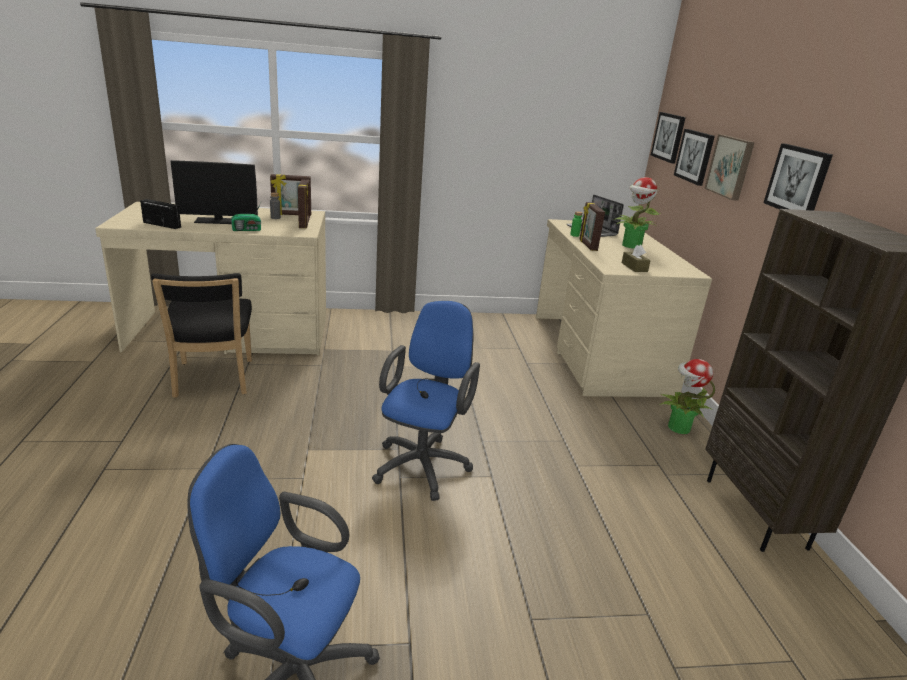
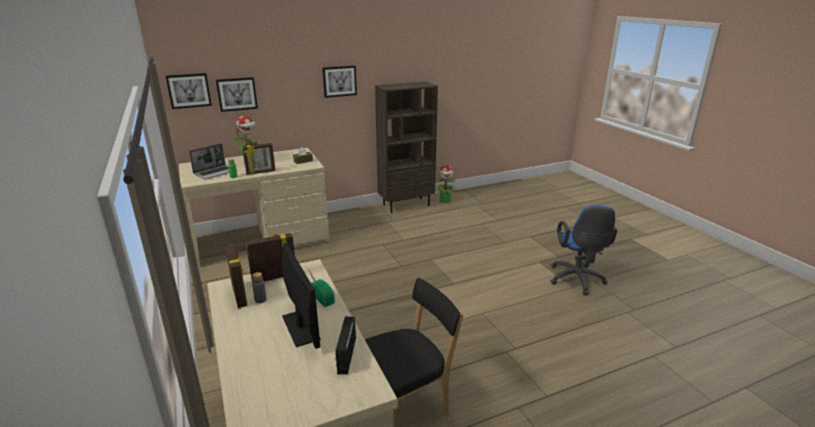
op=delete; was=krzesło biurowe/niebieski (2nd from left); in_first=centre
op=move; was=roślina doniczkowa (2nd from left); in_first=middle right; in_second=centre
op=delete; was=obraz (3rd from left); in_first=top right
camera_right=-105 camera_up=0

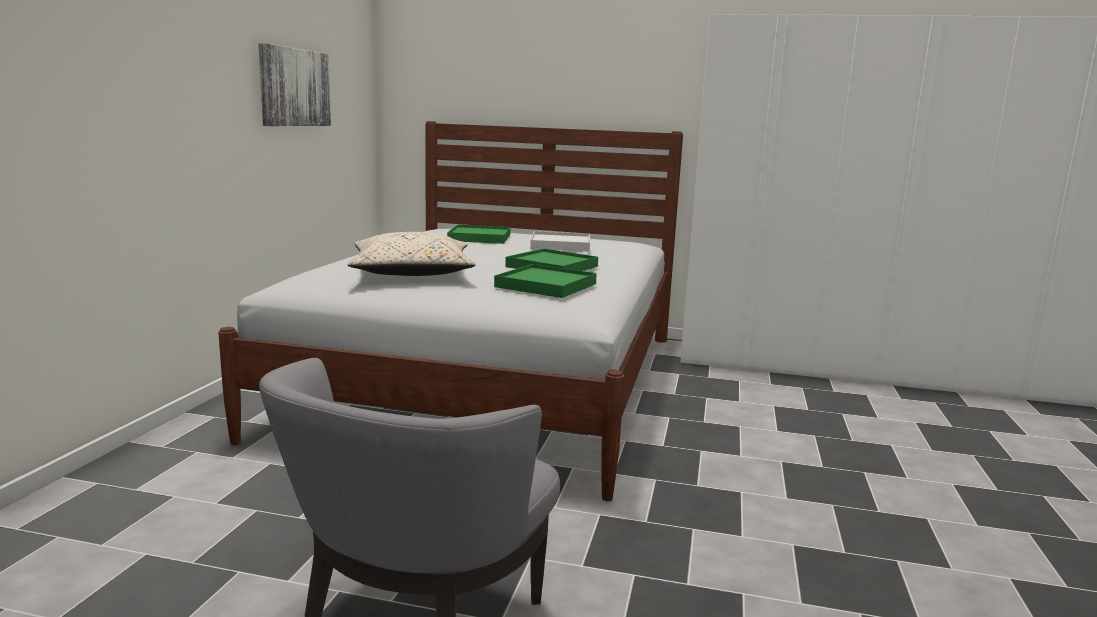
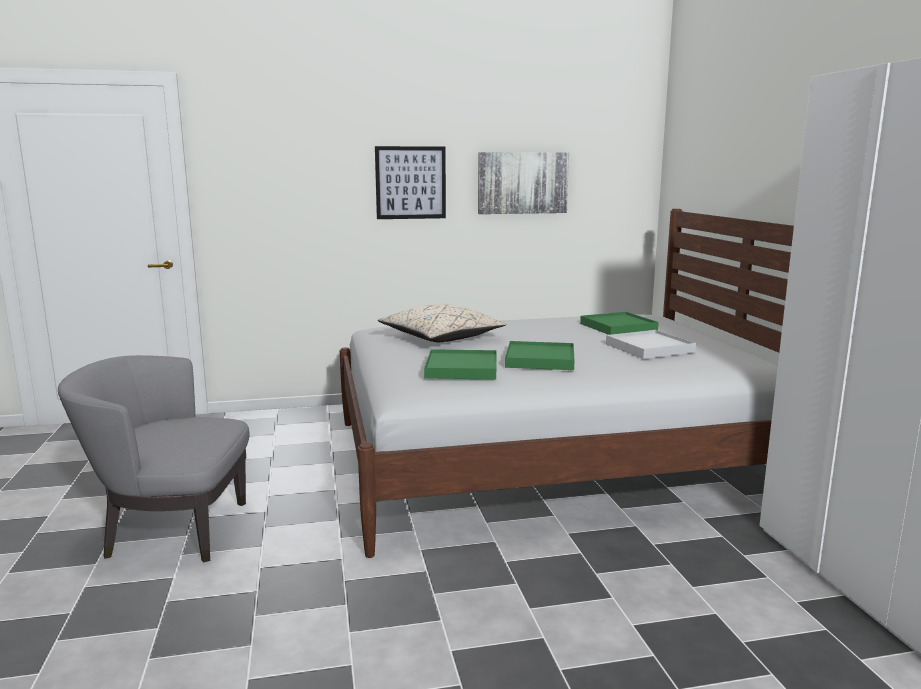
op=insert; now=obraz (1st from left); in_second=top centre
camera_right=65 camera_up=0

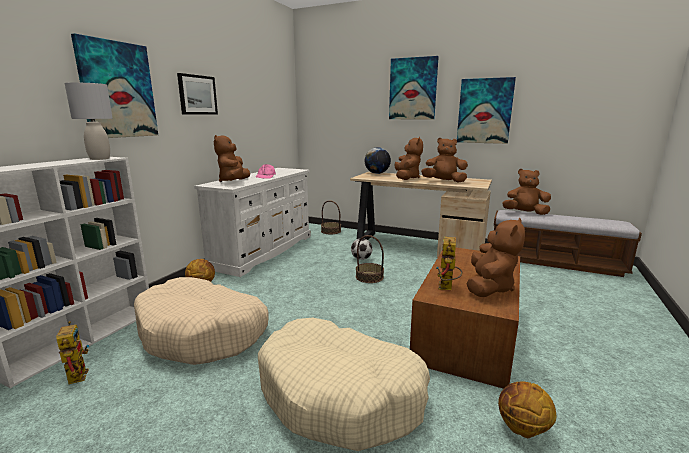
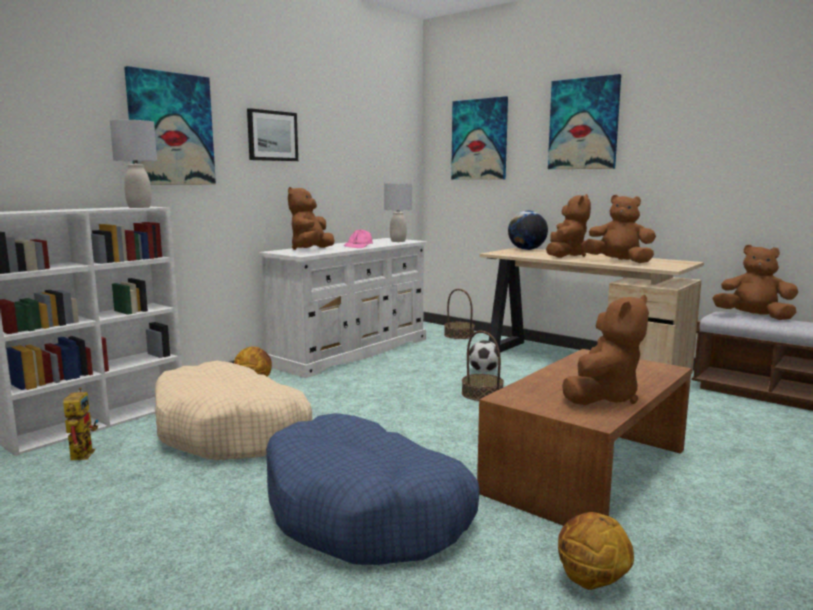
op=recolor; was=legowisko/beżowy (2nd from left); now=legowisko/niebieski; in_first=bottom centre; in_second=bottom centre
op=delete; was=robot zabawkowy (2nd from left); in_first=centre
op=move; was=obraz (4th from left in the first image); now=obraz (3rd from left); in_first=top right; in_second=top centre
op=insert; now=lampa stołowa/szary (2nd from left); in_second=centre
camera_right=15 camera_up=-5

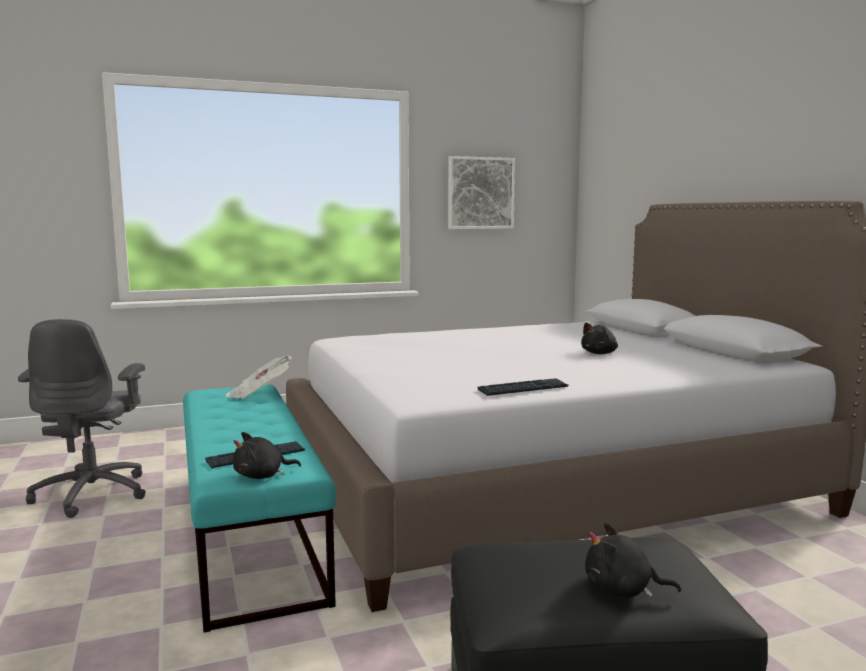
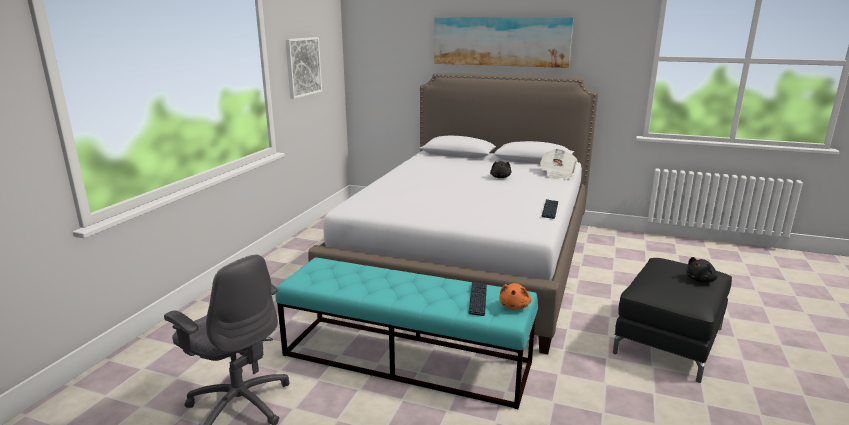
op=move; was=gazeta; in_first=middle left; in_second=centre
op=recolor; was=pluszak/czarny (1st from left); now=pluszak/pomarańczowy; in_first=bottom left; in_second=bottom centre
op=insert; now=obraz (2nd from left); in_second=top centre
camera_right=-50 camera_up=10

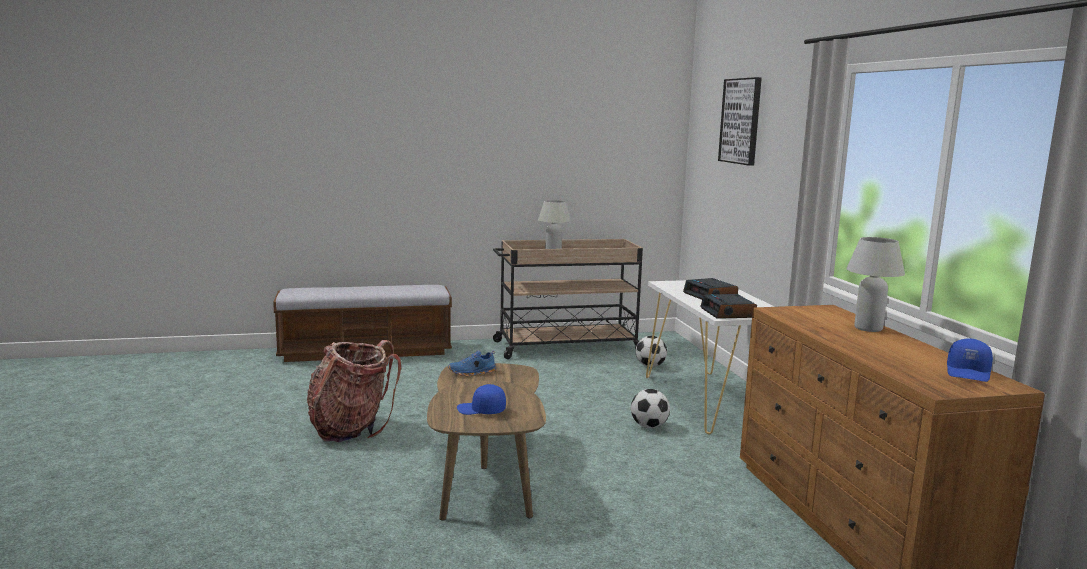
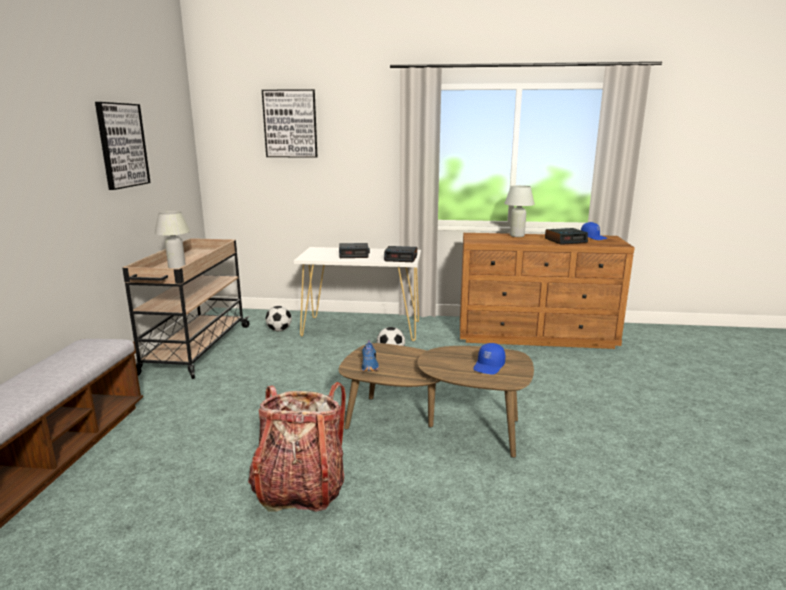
op=insert; now=obraz (1st from left); in_second=top left
op=insert; now=budzik (3rd from left); in_second=middle right
camera_right=-70 camera_up=5

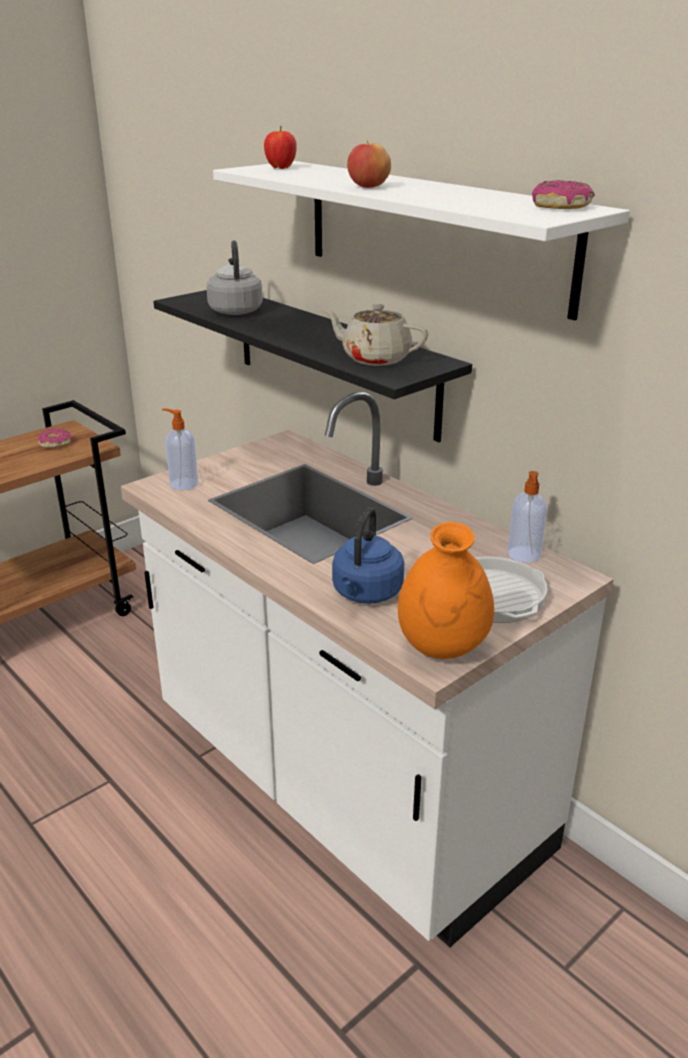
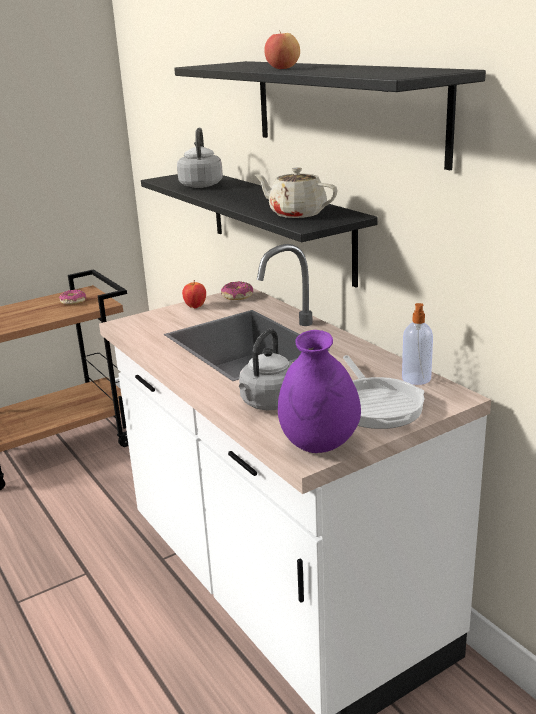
op=delete; was=dozownik mydła (1st from left); in_first=middle left
op=recolor; was=półka/biały; now=półka/czarny (2nd from left); in_first=top centre; in_second=top centre
op=move; was=jabłko (1st from left); in_first=top centre; in_second=centre
op=recolor; was=czajnik/niebieski; now=czajnik/szary (2nd from left); in_first=centre; in_second=centre
op=recolor; was=wazon/pomarańczowy; now=wazon/fioletowy; in_first=centre; in_second=centre
op=move; was=donut (2nd from left); in_first=top right; in_second=centre
camera_right=10 camera_up=-5

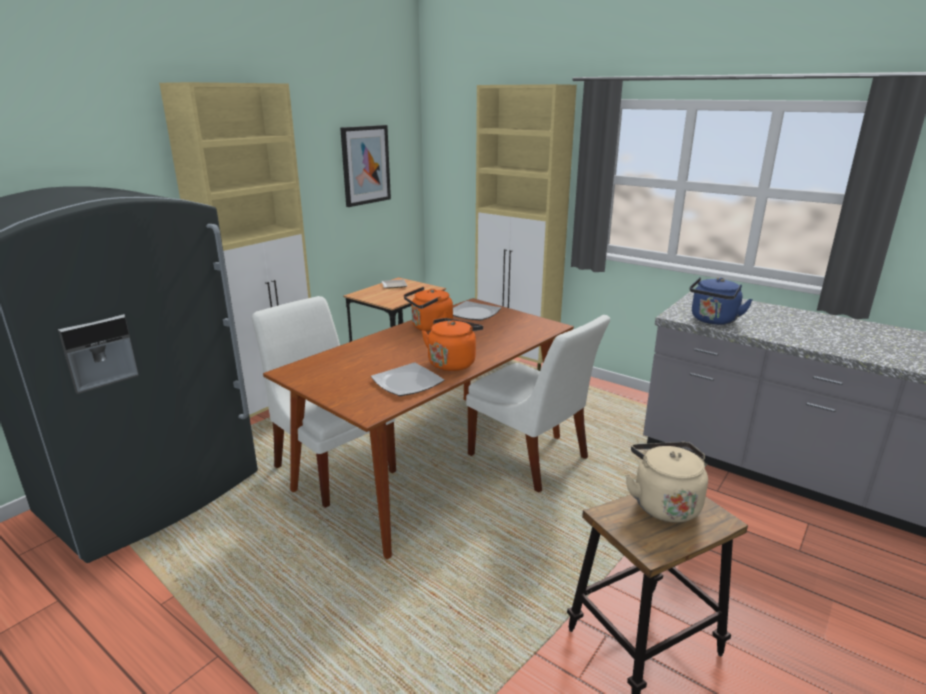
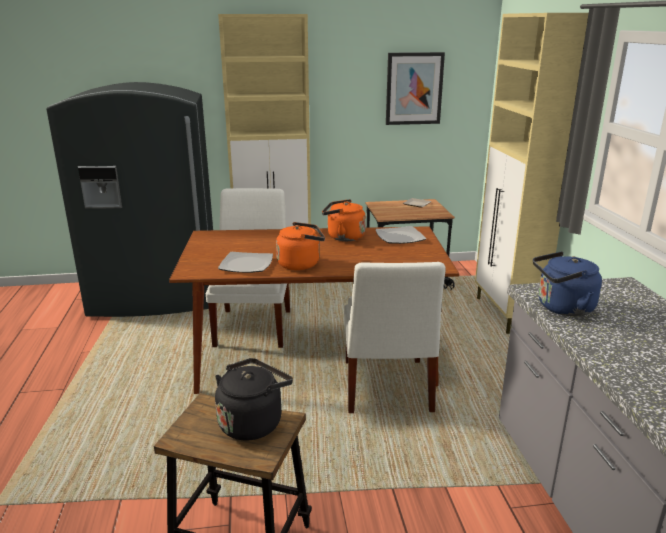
op=recolor; was=czajnik/beżowy; now=czajnik/czarny; in_first=bottom right; in_second=bottom centre
camera_right=45 camera_up=0

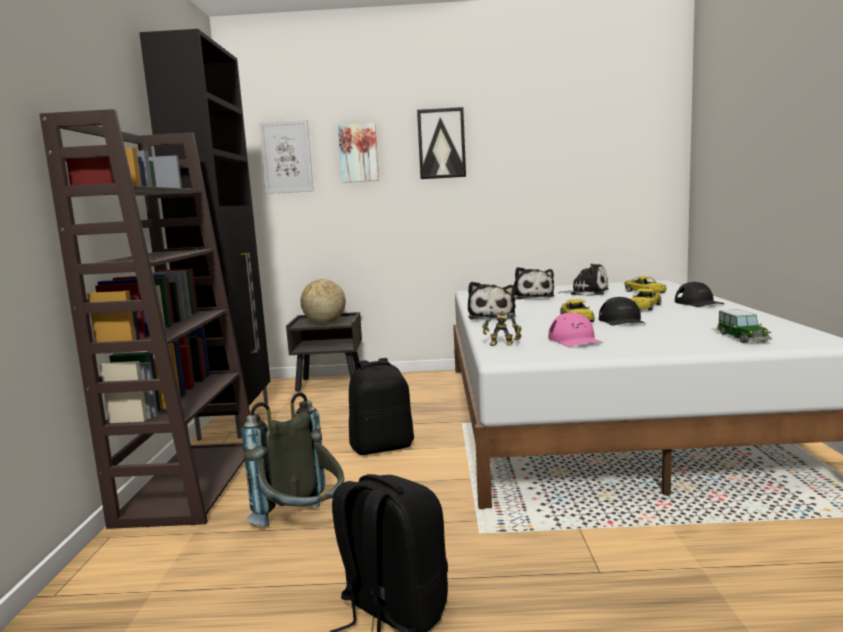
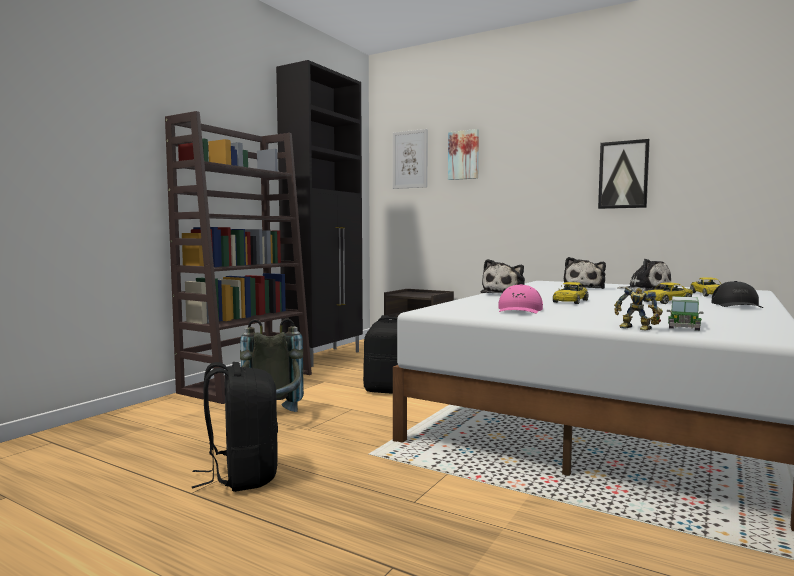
op=delete; was=globus; in_first=centre
op=move; was=obraz (3rd from left); in_first=top centre; in_second=top right
op=move; was=robot zabawkowy; in_first=centre; in_second=middle right
op=delete; was=czapka z daszkiem/czarny (1st from left); in_first=middle right
camera_right=30 camera_up=-5

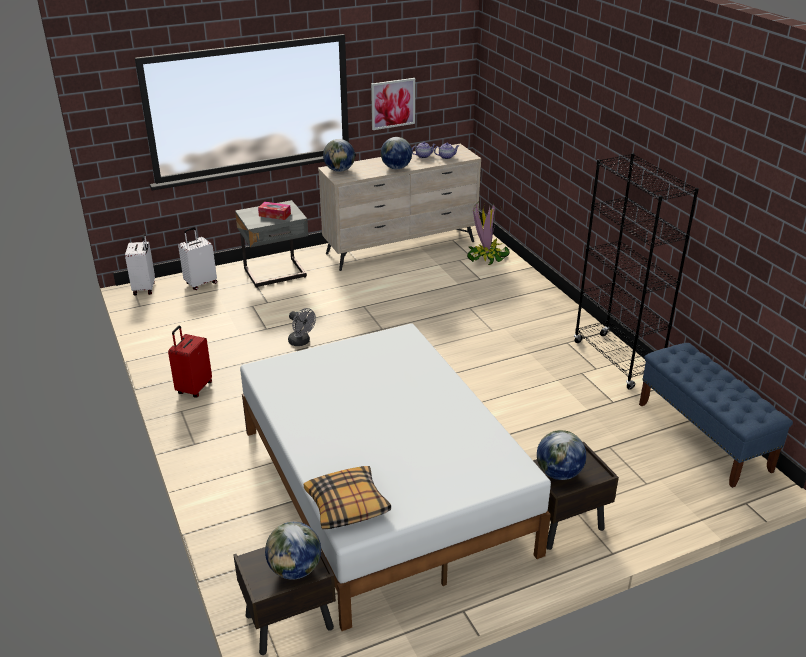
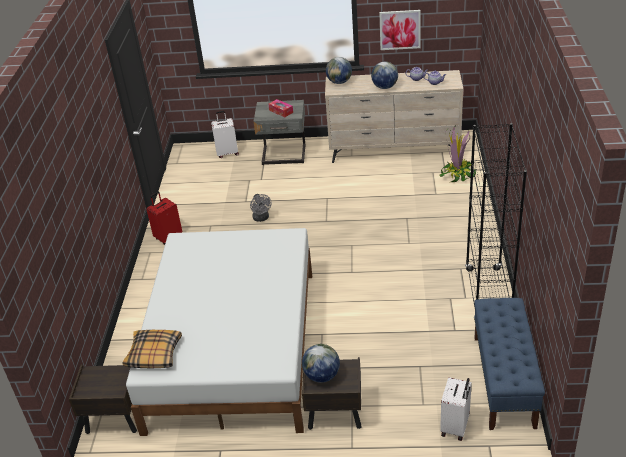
op=move; was=walizka/biały (1st from left in the first image); now=walizka/biały (2nd from left); in_first=middle left; in_second=bottom right
op=delete; was=globus (1st from left); in_first=bottom centre
camera_right=30 camera_up=5

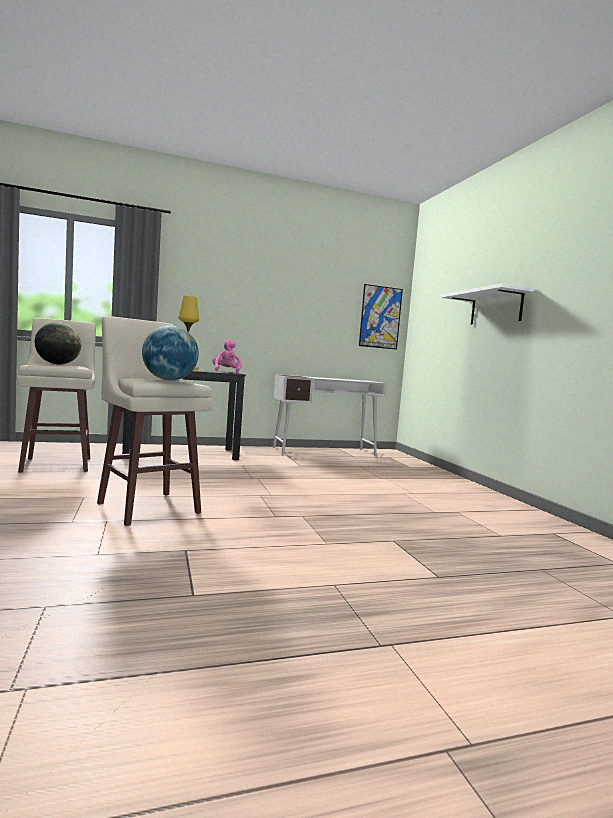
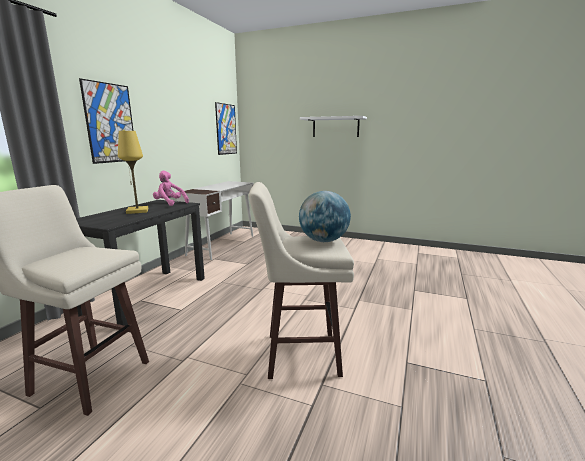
op=delete; was=globus (1st from left); in_first=middle left
op=insert; now=obraz (1st from left); in_second=top left
camera_right=-50 camera_up=10

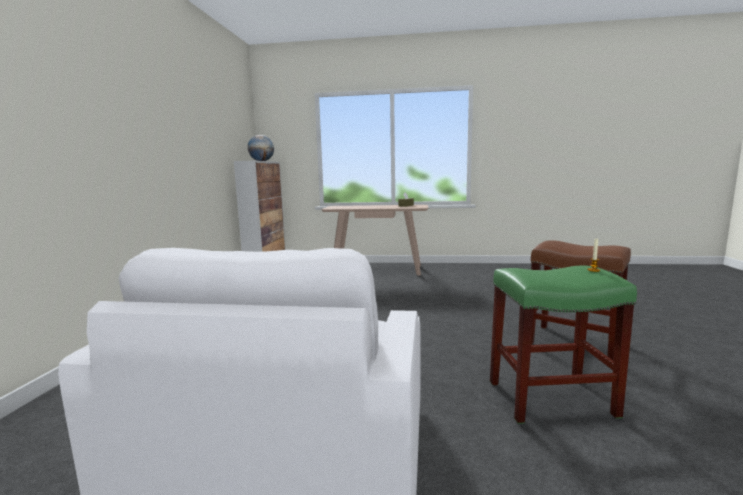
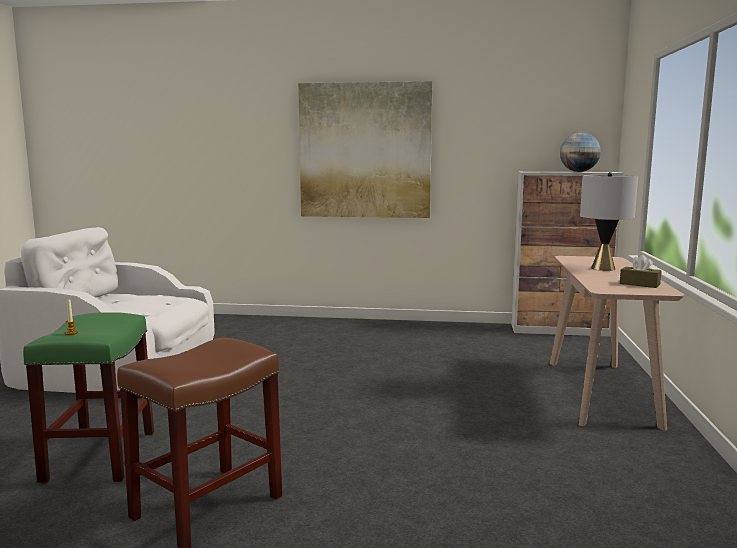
op=insert; now=obraz; in_second=top centre
op=insert; now=lampa stołowa/szary; in_second=middle right
camera_right=90 camera_up=0

